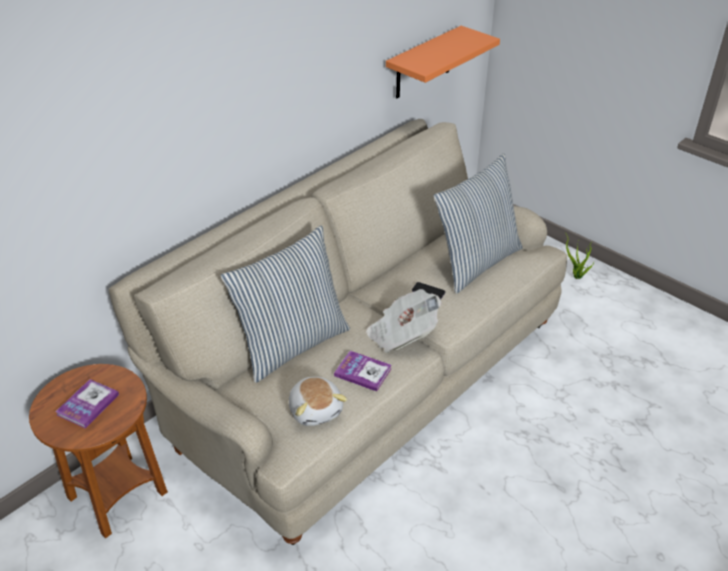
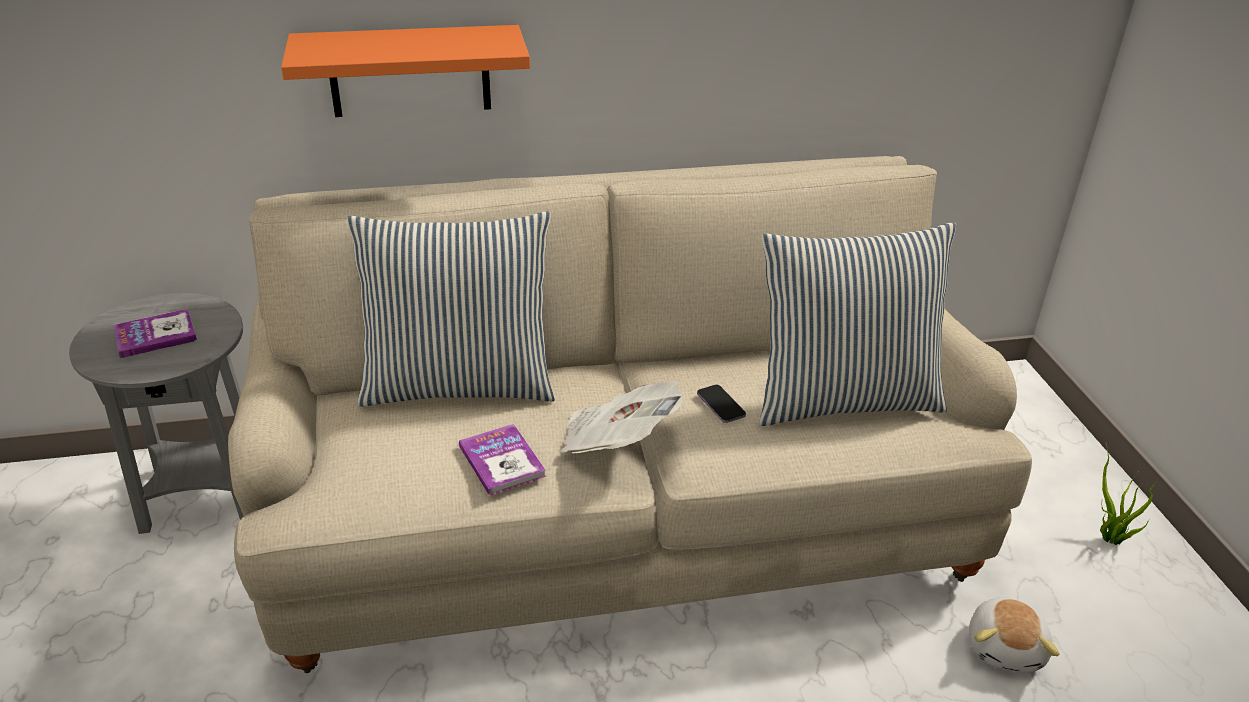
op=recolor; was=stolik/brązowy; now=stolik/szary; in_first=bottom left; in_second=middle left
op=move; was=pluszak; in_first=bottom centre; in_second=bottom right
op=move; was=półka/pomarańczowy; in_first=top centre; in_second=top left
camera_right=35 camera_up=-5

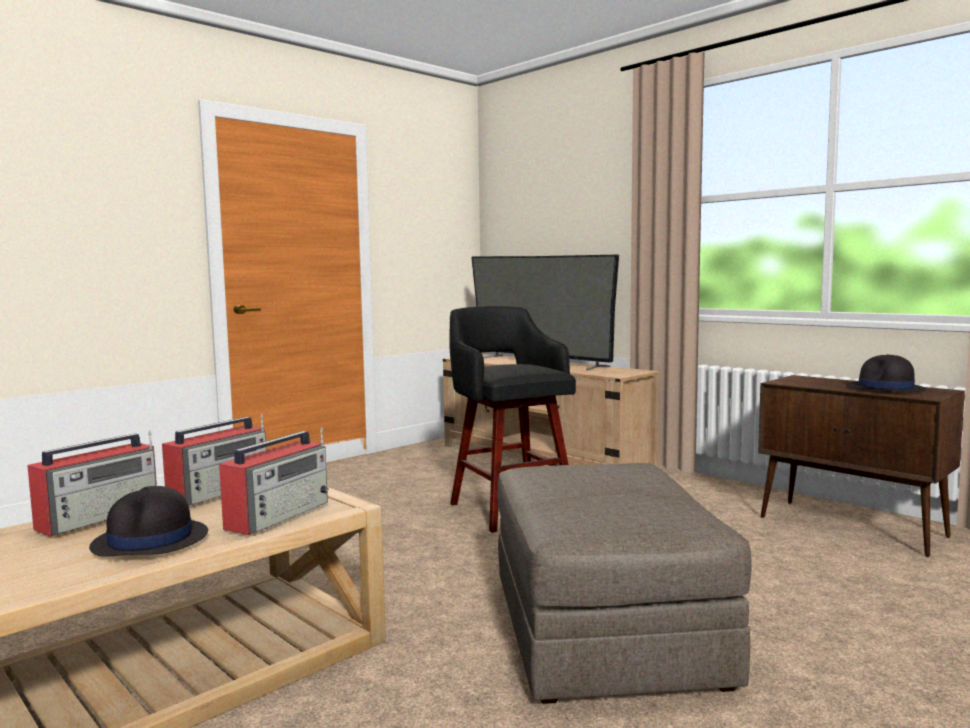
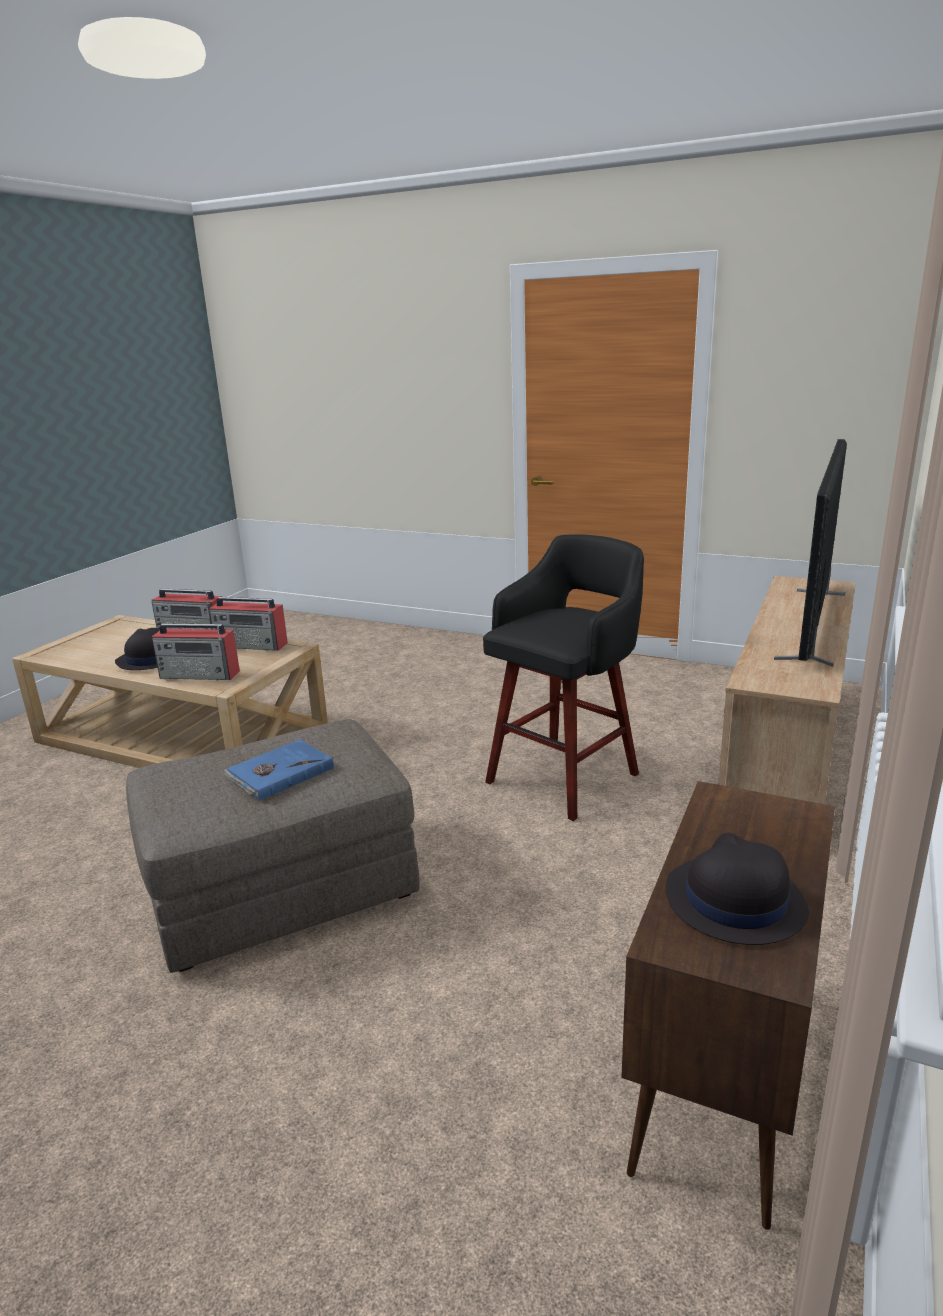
op=insert; now=książka/niebieski; in_second=middle left
camera_right=70 camera_up=15

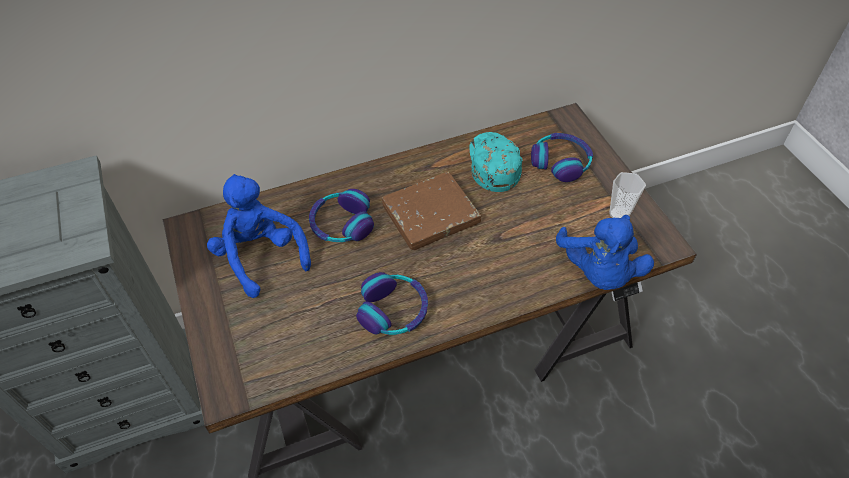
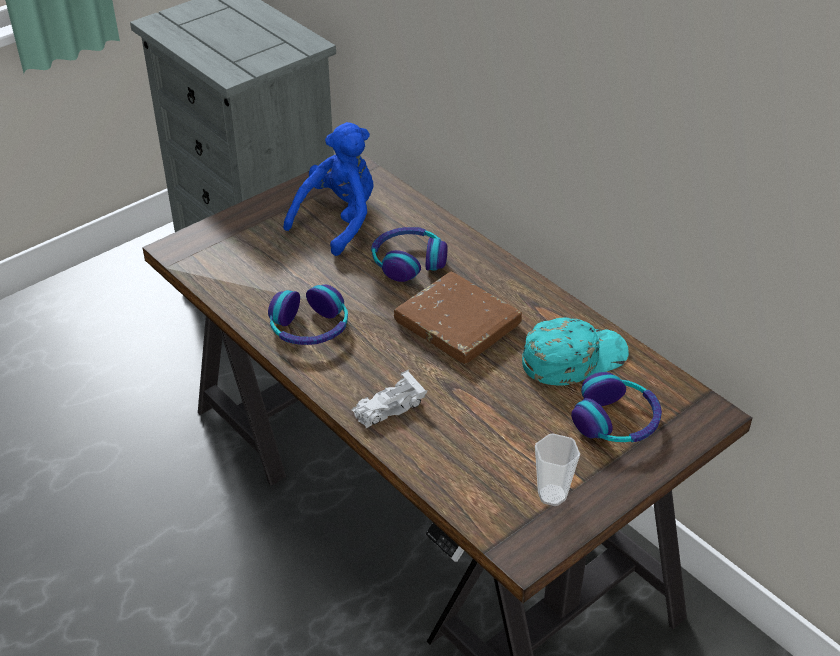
op=delete; was=pluszak/niebieski (2nd from left); in_first=middle right
op=insert; now=samochodzik/biały; in_second=centre
camera_right=70 camera_up=-10

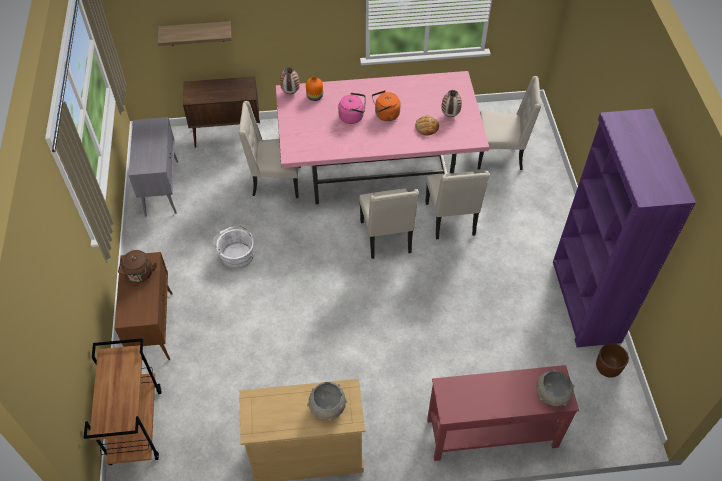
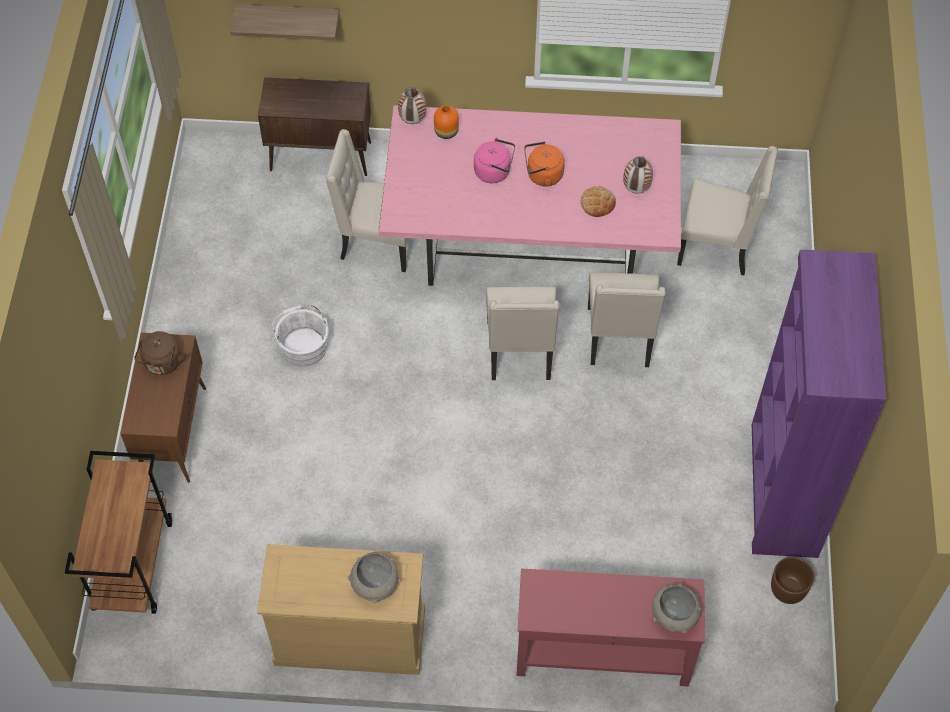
op=delete; was=szafka/szary; in_first=middle left
camera_right=10 camera_up=5

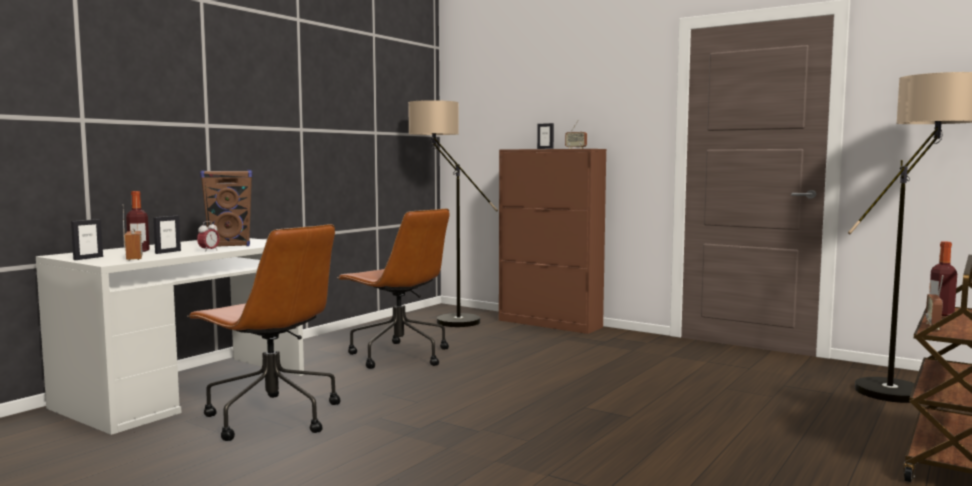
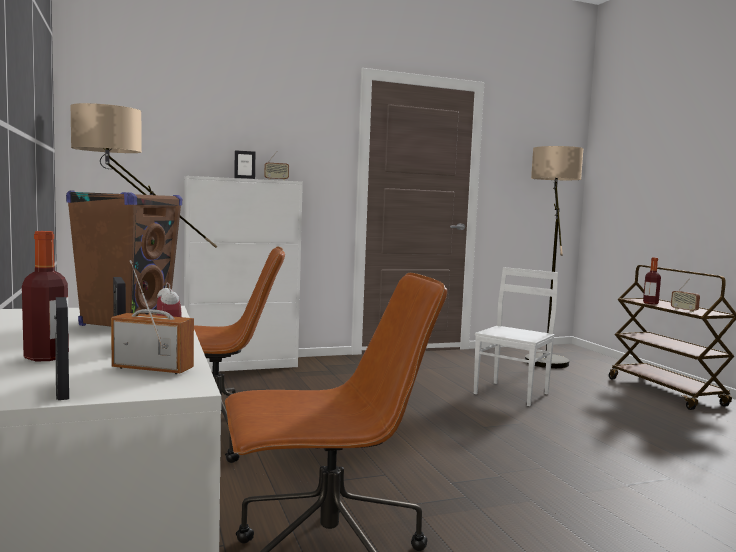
op=recolor; was=szafka/brązowy; now=szafka/biały; in_first=centre; in_second=middle left
op=insert; now=krzesło/biały; in_second=middle right
camera_right=-55 camera_up=0

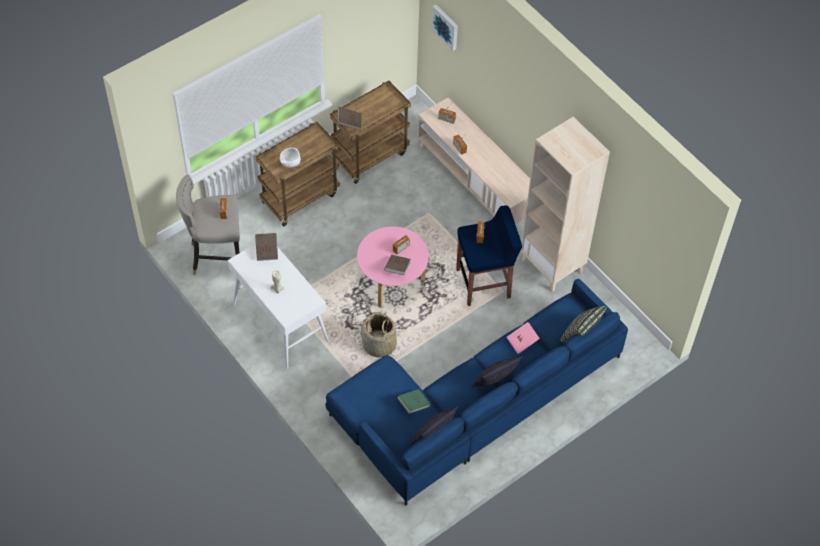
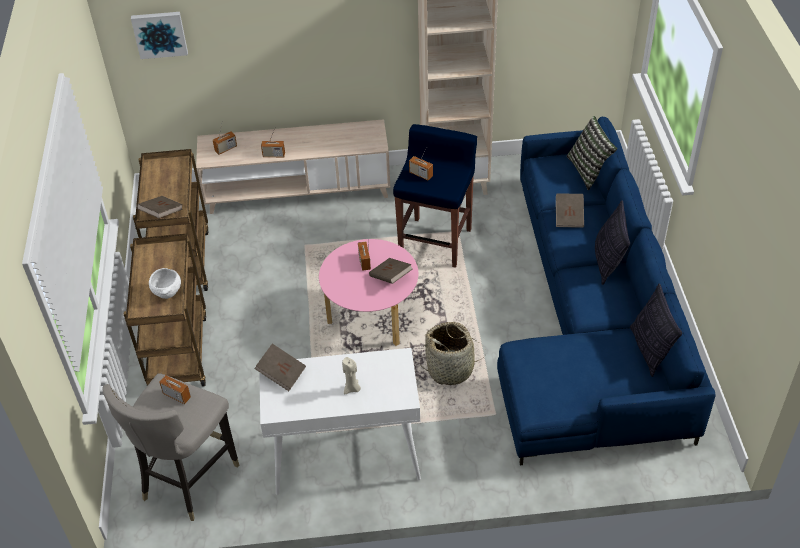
op=delete; was=książka/zielony; in_first=bottom centre
op=recolor; was=książka/różowy; now=książka/brązowy (4th from left); in_first=centre; in_second=middle right
camera_right=-55 camera_up=-10

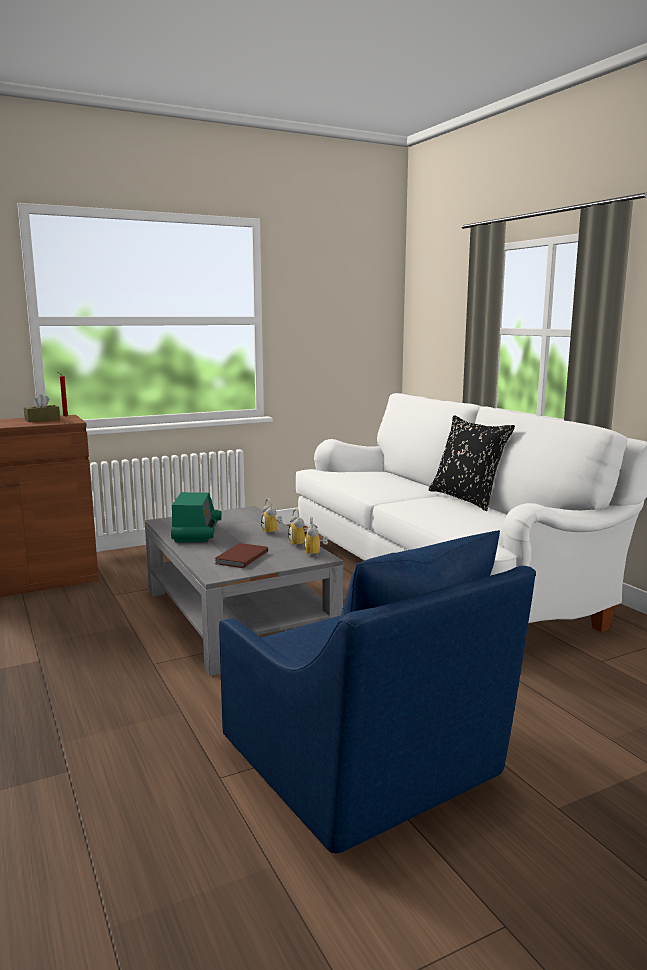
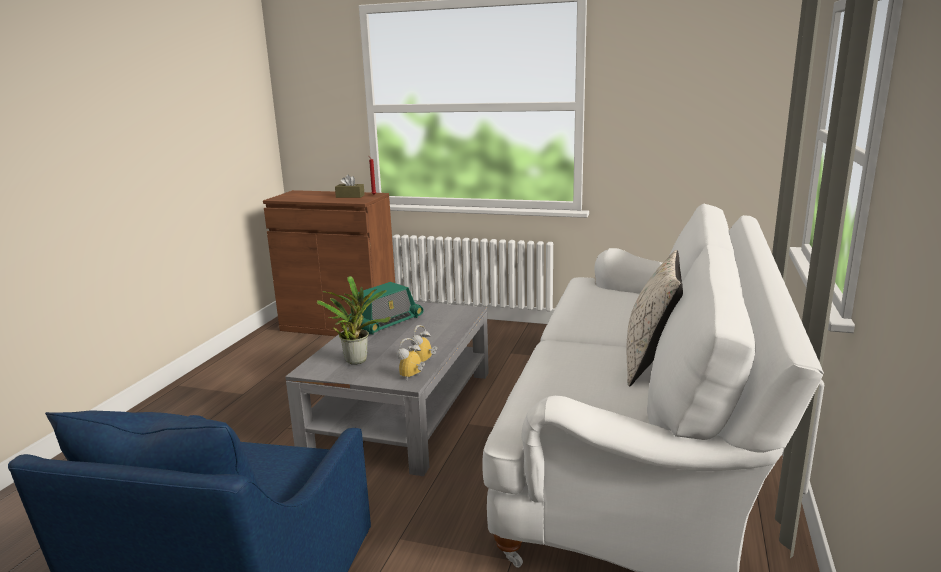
op=replace; was=książka/brązowy; now=roślina doniczkowa; in_first=centre; in_second=centre
op=delete; was=budzik (1st from left); in_first=centre
op=recolor; was=poduszka/czarny; now=poduszka/beżowy; in_first=middle right; in_second=middle right
camera_right=45 camera_up=5

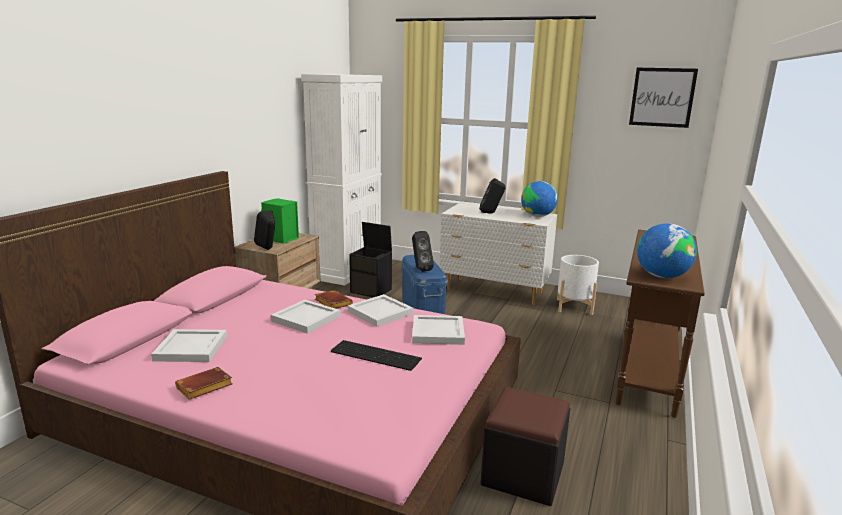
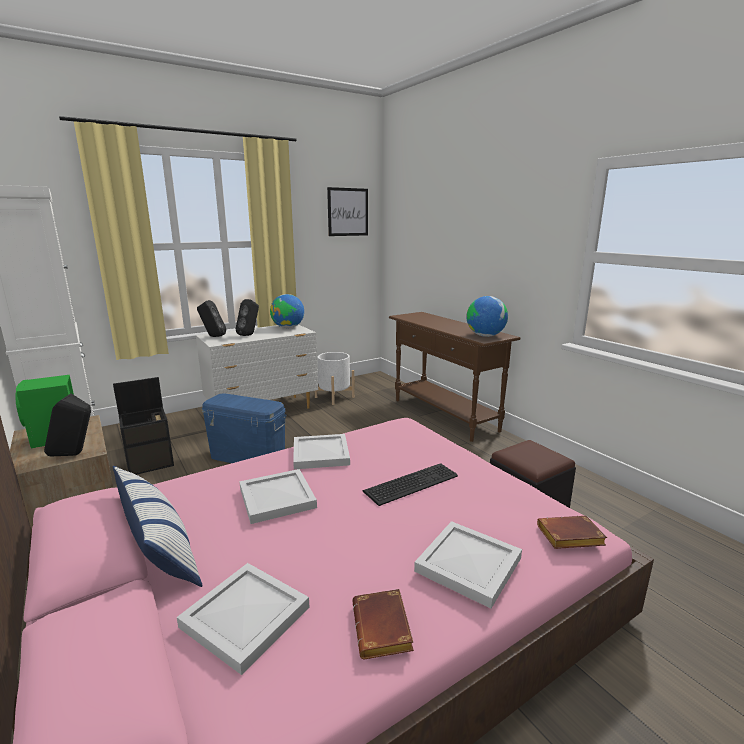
op=move; was=książka/brązowy (2nd from left); in_first=centre; in_second=bottom right
op=move; was=głośnik/czarny (2nd from left); in_first=centre; in_second=middle left
op=move; was=taca/biały (4th from left); in_first=centre; in_second=bottom centre
op=insert; now=poduszka; in_second=bottom left
camera_right=-55 camera_up=0

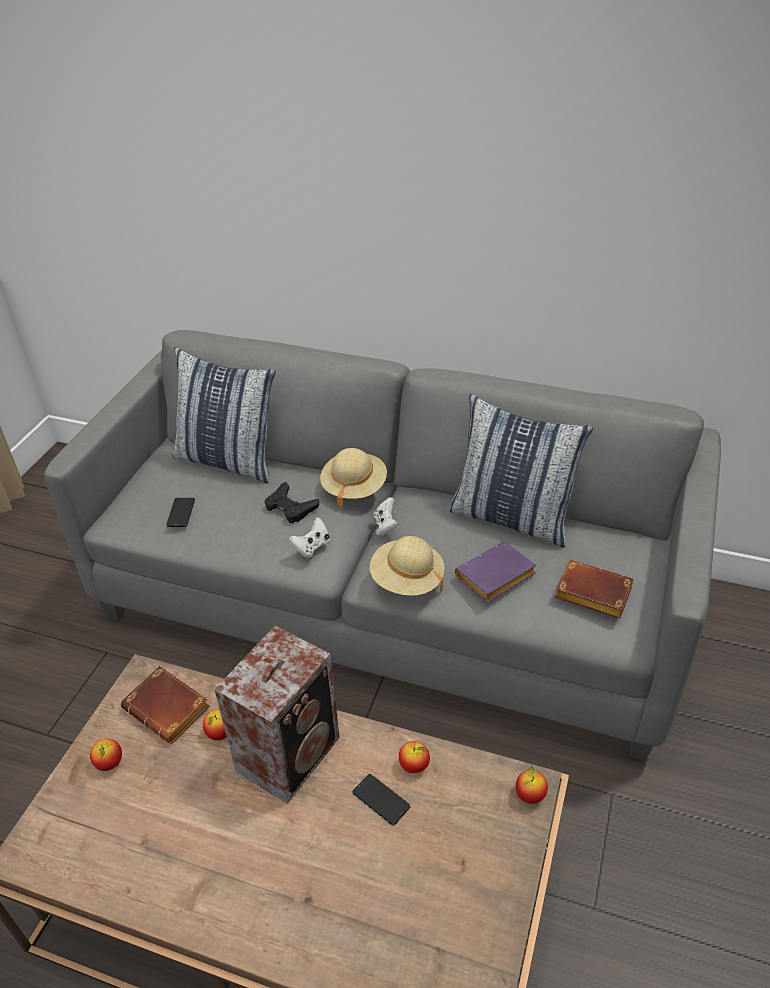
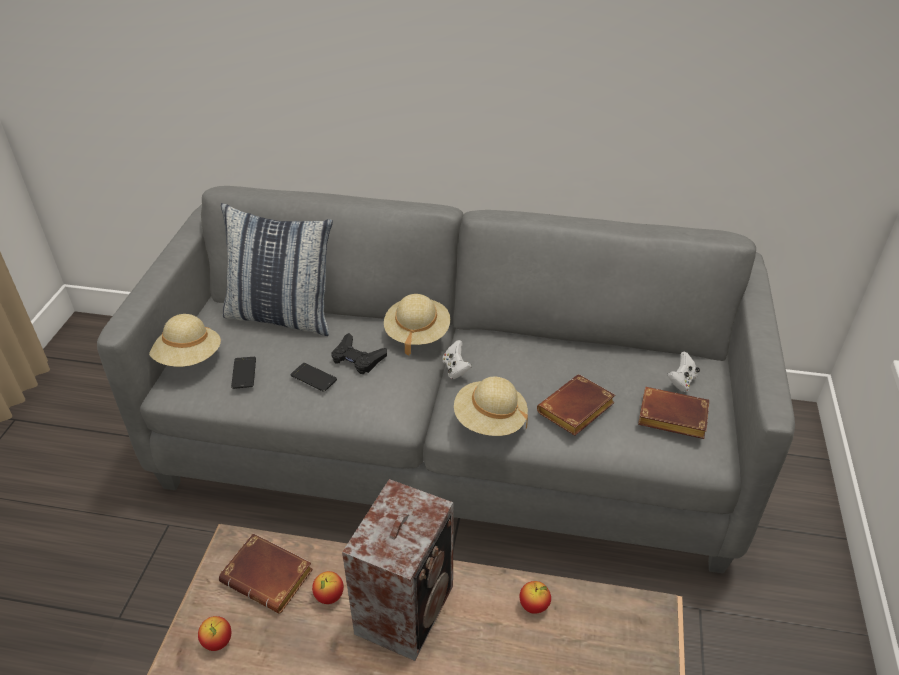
op=move; was=pad do gier/biały (1st from left in the first image); now=pad do gier/biały (2nd from left); in_first=centre; in_second=middle right
op=move; was=telefon (2nd from left); in_first=bottom centre; in_second=centre
op=delete; was=poduszka (2nd from left); in_first=middle right
op=recolor; was=książka/fioletowy; now=książka/brązowy (2nd from left); in_first=centre; in_second=centre
op=delete; was=jabłko (4th from left); in_first=bottom right
op=insert; now=kapelusz/beżowy (1st from left); in_second=middle left
camera_right=-10 camera_up=0

